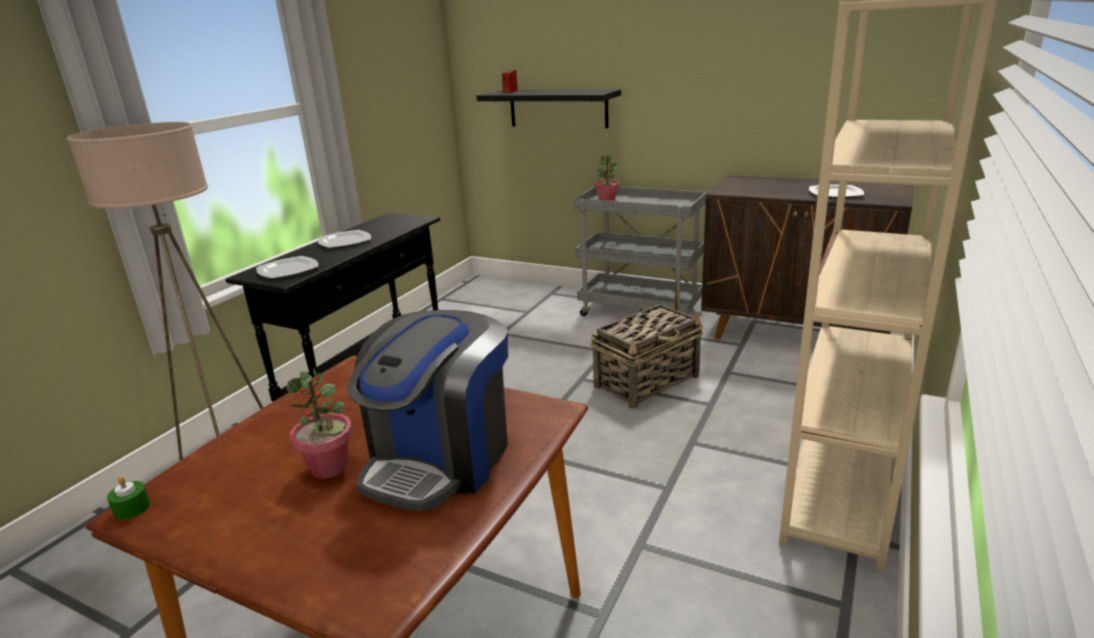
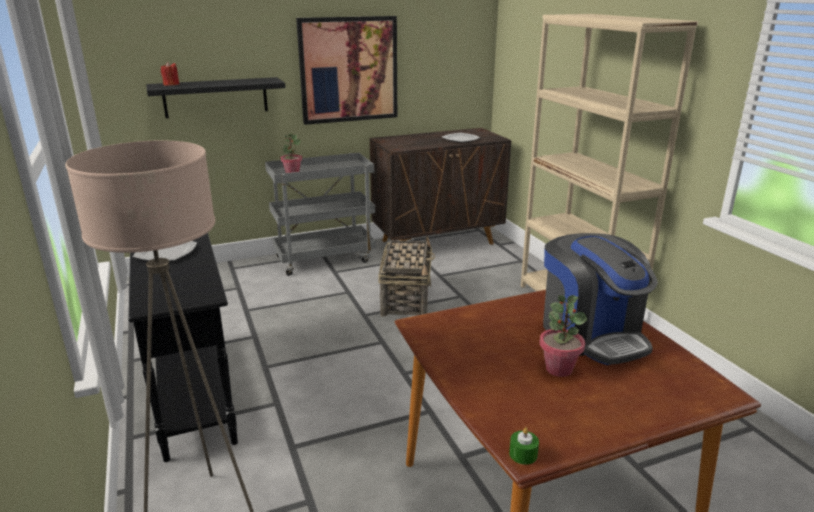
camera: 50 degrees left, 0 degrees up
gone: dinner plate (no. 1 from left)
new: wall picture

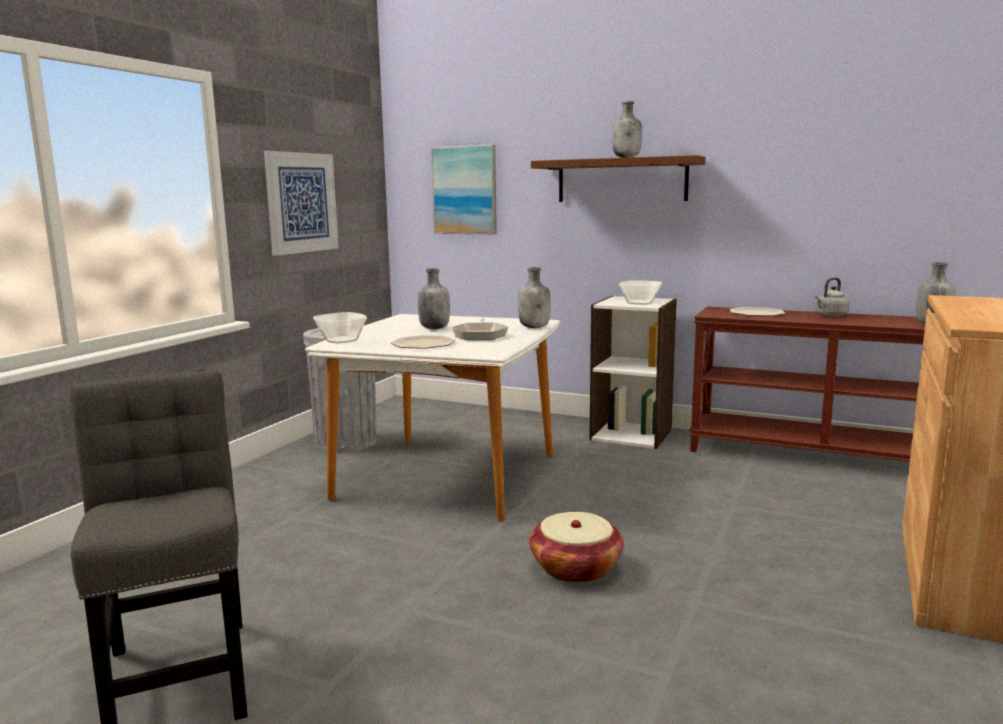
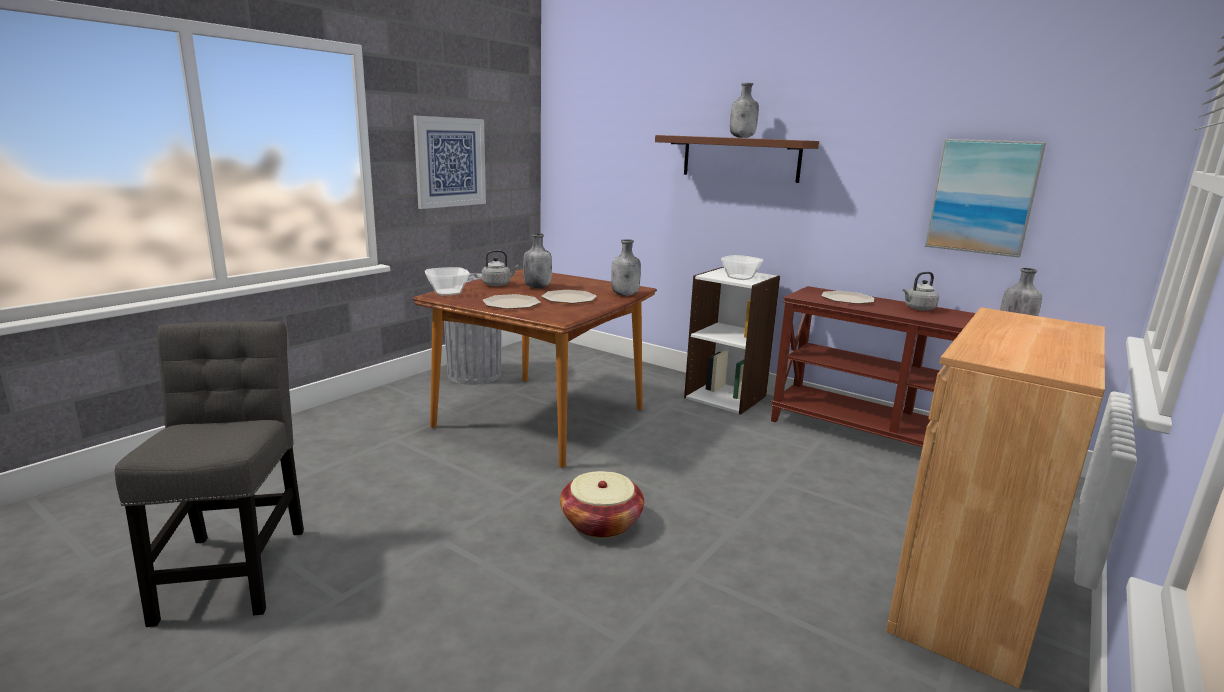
camera: 10 degrees right, 5 degrees up
new: tea kettle (gray) (no. 1 from left)
shifted: wall picture (no. 2 from left)
swapped: skillet to dinner plate (no. 2 from left)
repainted: dining table (whitish) to dining table (brown-coloured)

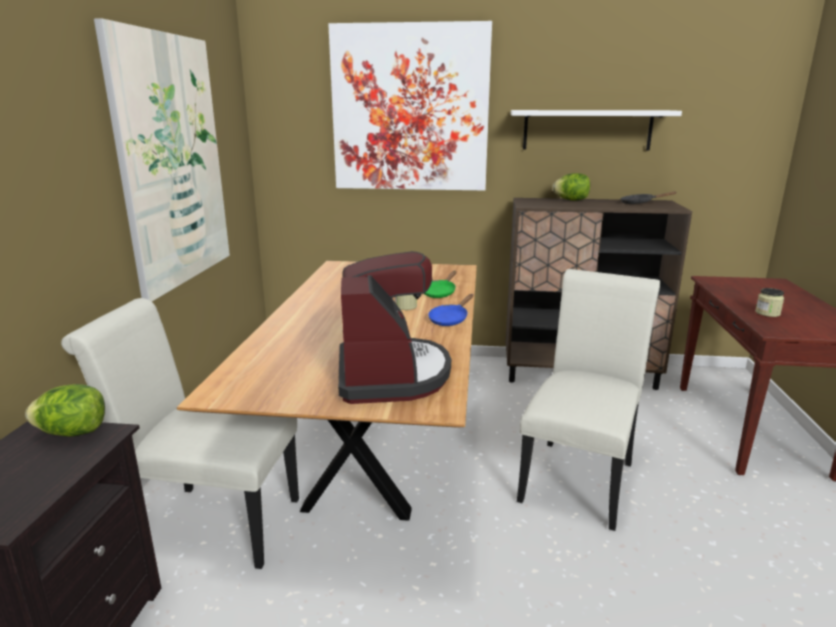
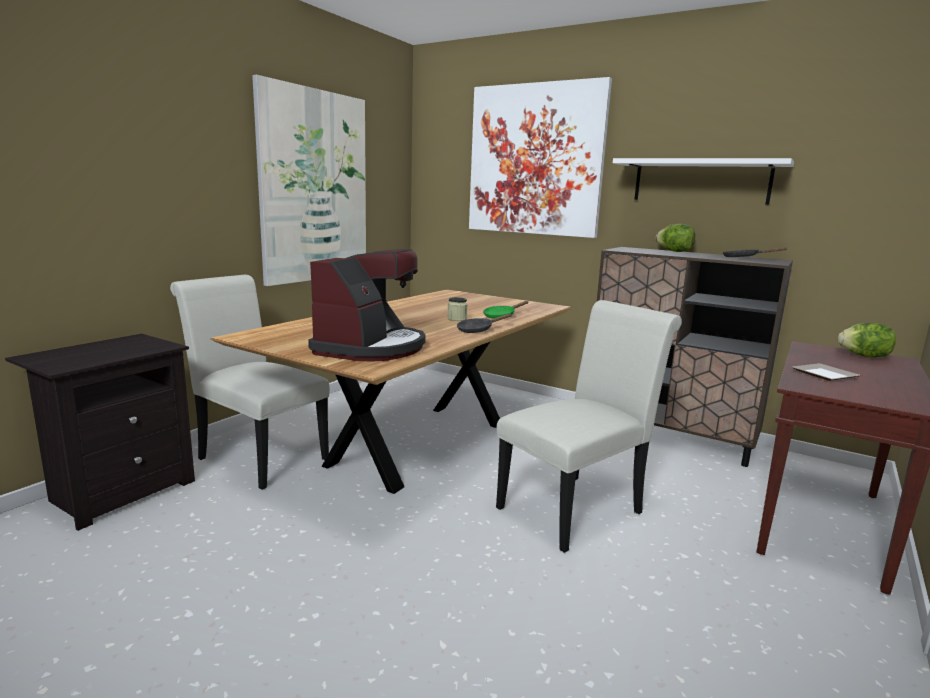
camera: 25 degrees right, 5 degrees down
shifted: lettuce (no. 1 from left in the first image) to lettuce (no. 2 from left)
swapped: preserve jar (no. 2 from left) to dinner plate
repainted: skillet (bluish) to skillet (black-coloured) (no. 1 from left)

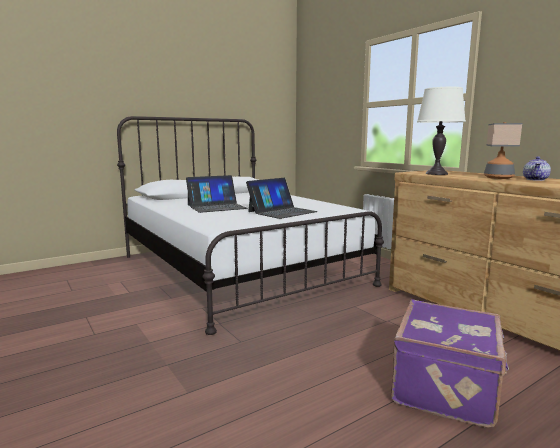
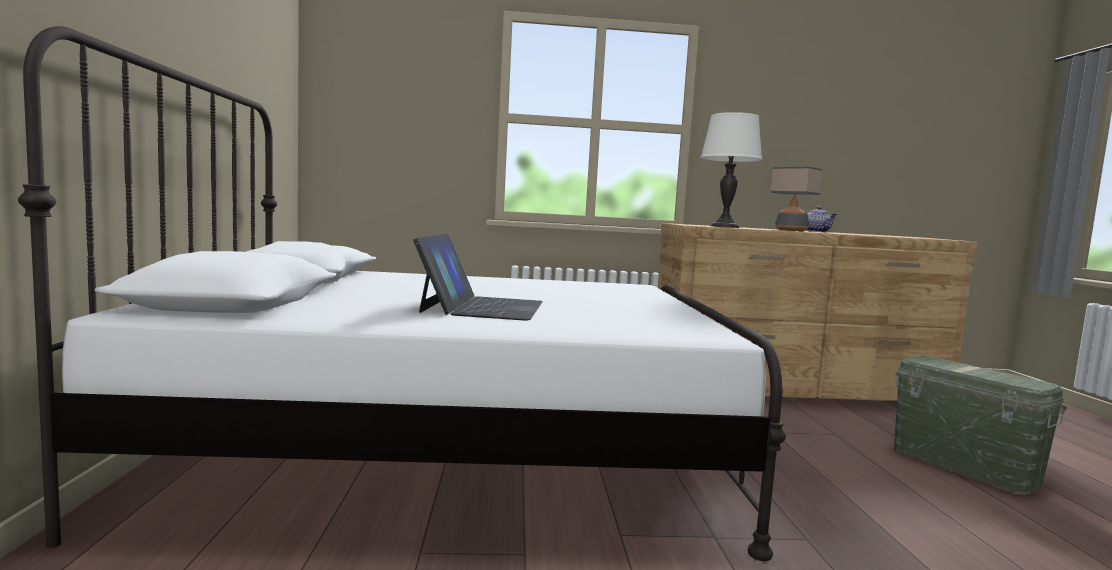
camera: 60 degrees left, 5 degrees down
gone: portable computer (no. 2 from left)
swapped: suitcase (purple) to storage bin (green-coloured)

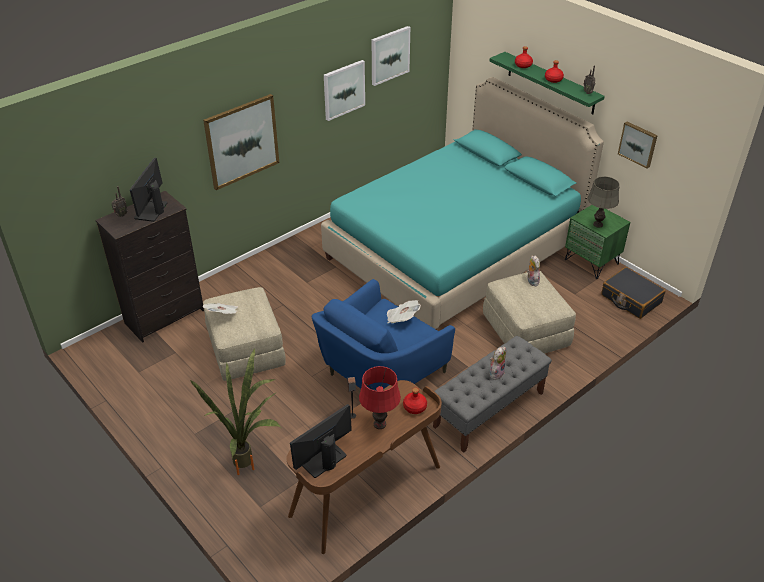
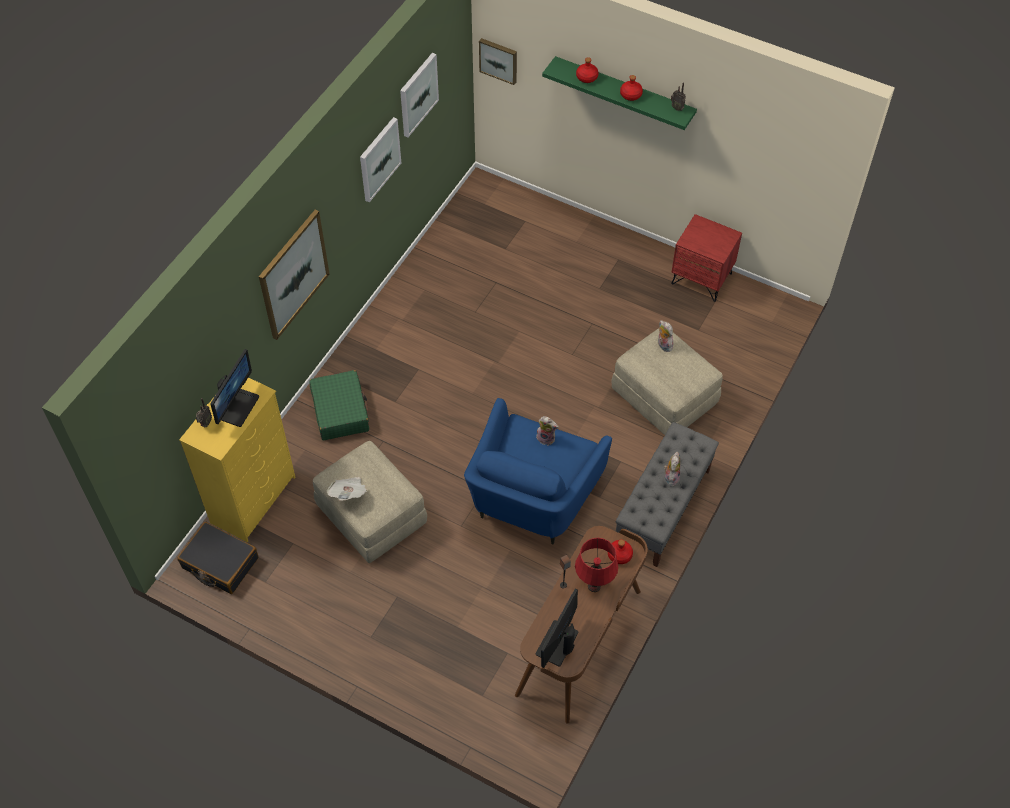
camera: 20 degrees left, 15 degrees up
gone: bed (turquoise); lamp for a table (gray); potted plant
new: suitcase (green-coloured)
shifted: wall picture (no. 4 from left); suitcase (black-coloured)
swapped: daily paper (no. 2 from left) to soft toy (no. 1 from left)
repainted: drawer chest (black-coloured) to drawer chest (yellow); nightstand (green-coloured) to nightstand (red)
rotated: computer display (no. 1 from left) 150 degrees counterclockwise

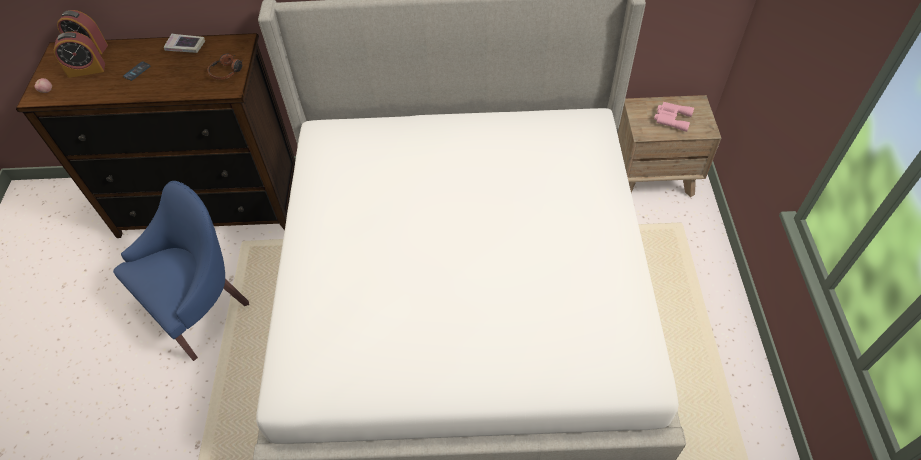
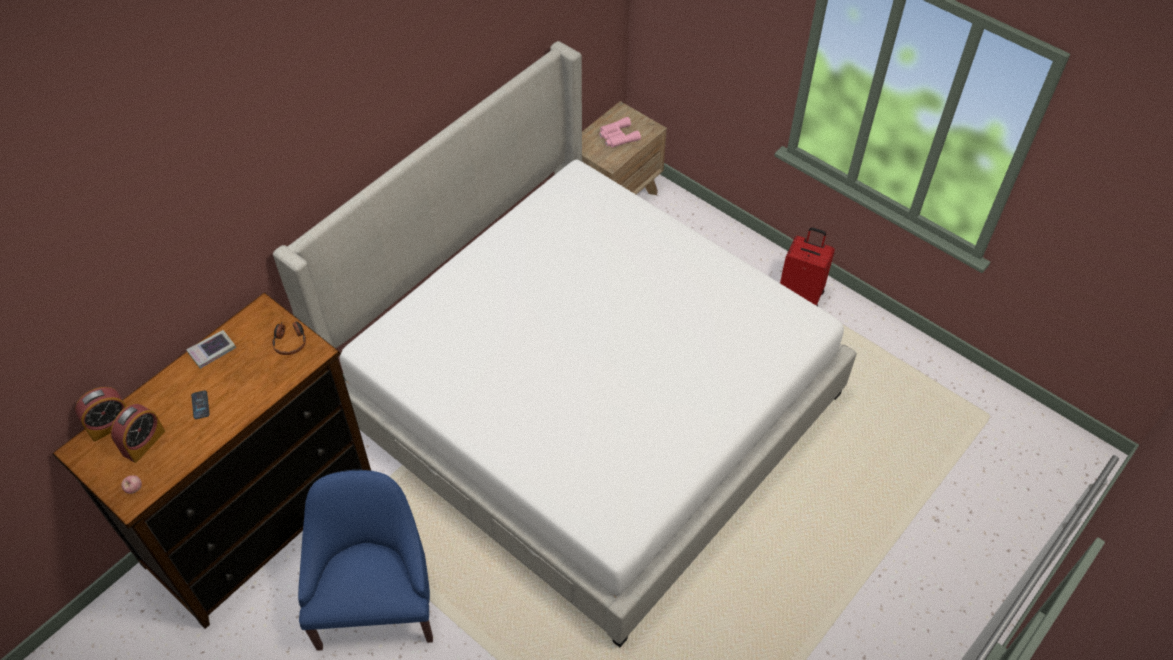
camera: 50 degrees left, 0 degrees up
new: suitcase (red)

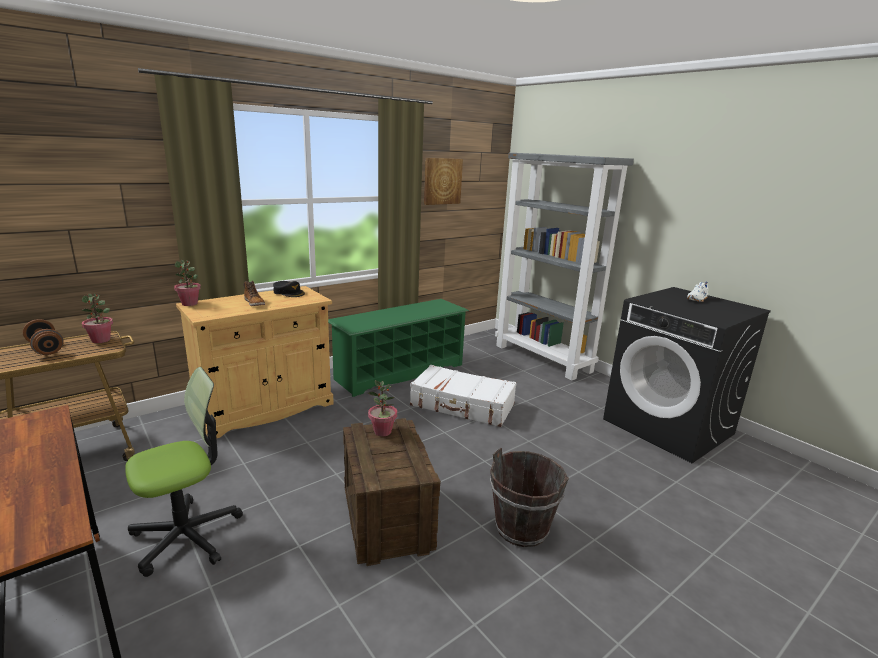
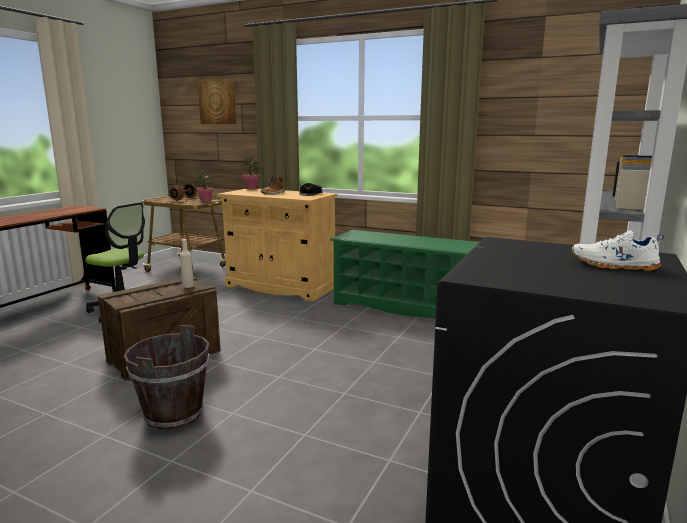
camera: 65 degrees right, 5 degrees down
gone: suitcase (whitish)
shifted: wall picture
swapped: potted plant (no. 3 from left) to drink bottle (beige-coloured)

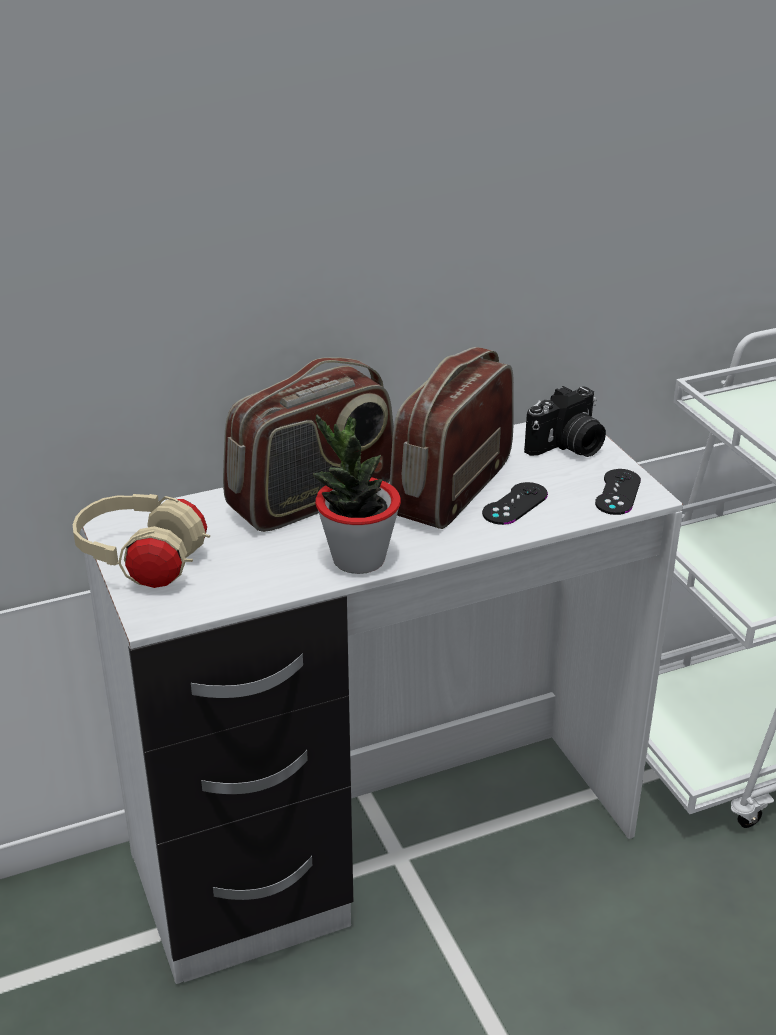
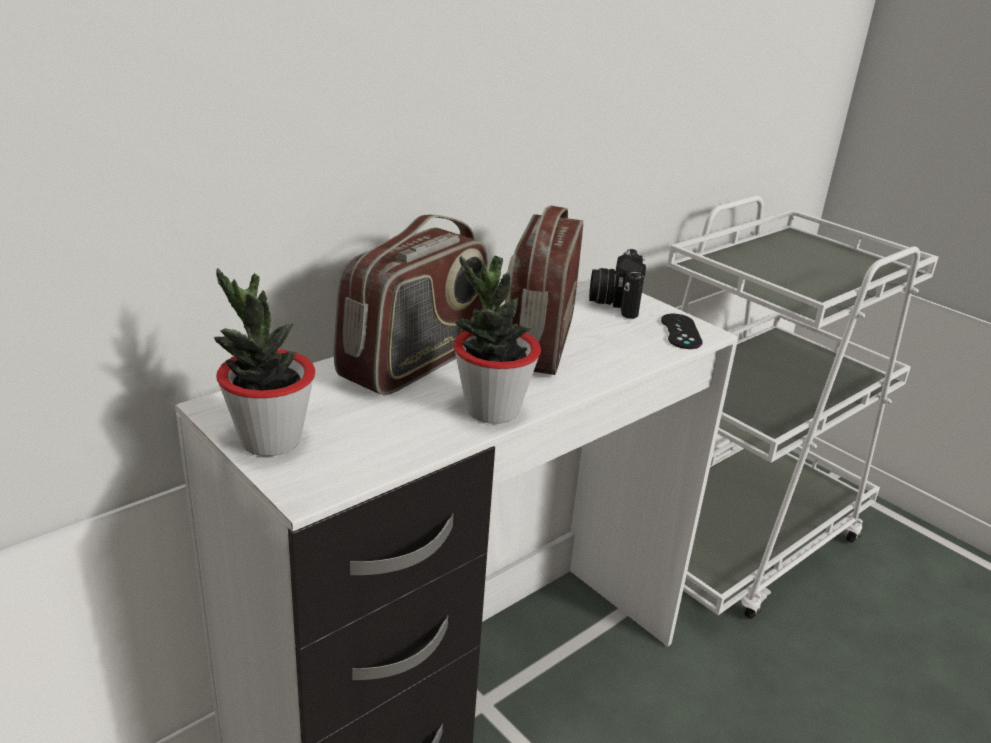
camera: 20 degrees left, 5 degrees down
gone: joypad (black-coloured) (no. 1 from left)
swapped: headphones (beige-coloured) to potted plant (no. 1 from left)
rotated: still camera 150 degrees clockwise

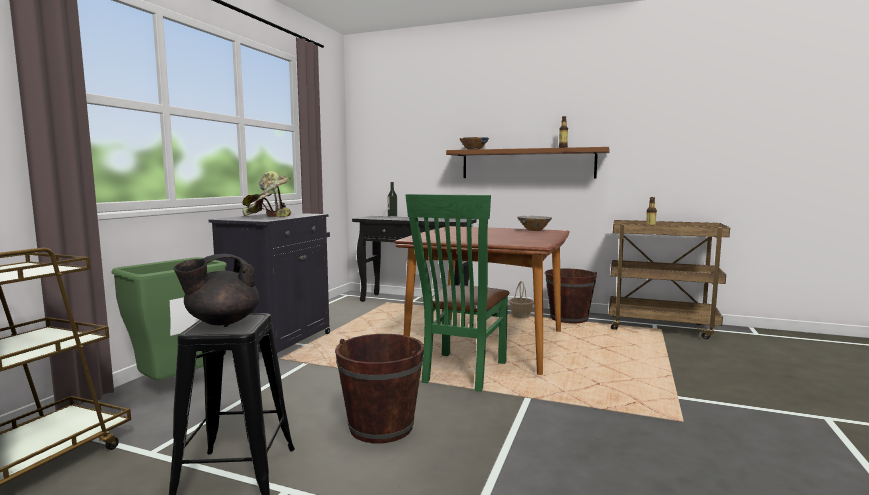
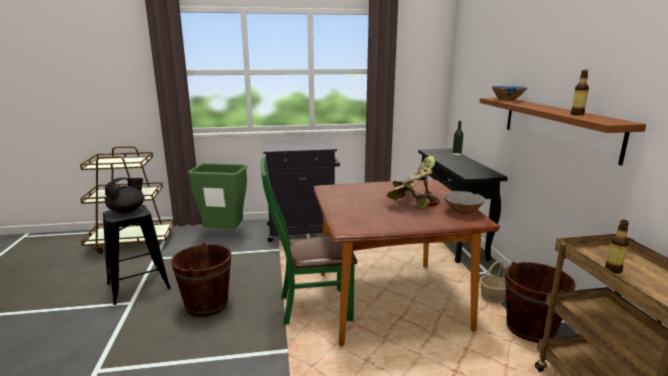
camera: 60 degrees right, 10 degrees up
shifted: potted plant
rotated: pot for tea (black-coloured) 105 degrees clockwise

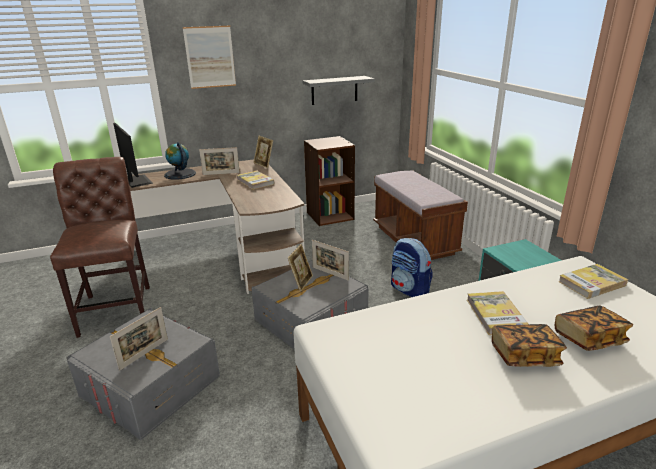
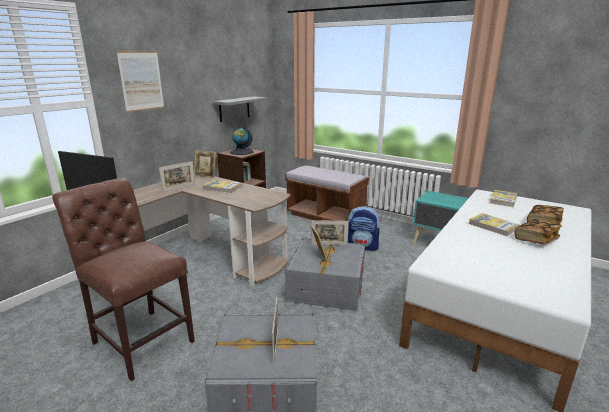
camera: 35 degrees left, 5 degrees down
shifted: globe

